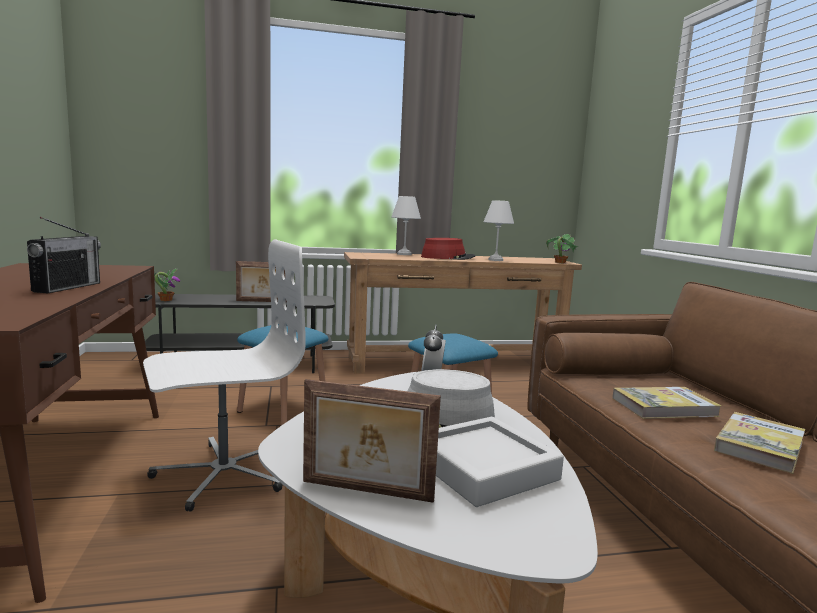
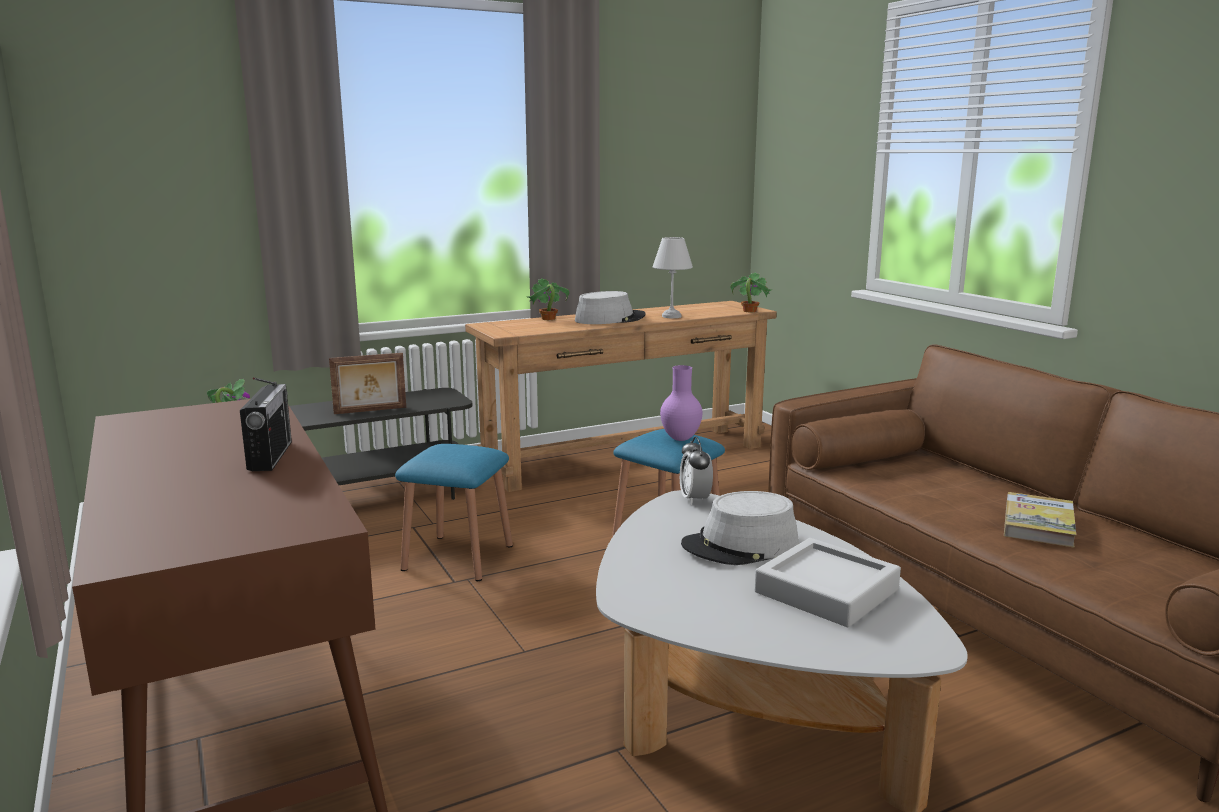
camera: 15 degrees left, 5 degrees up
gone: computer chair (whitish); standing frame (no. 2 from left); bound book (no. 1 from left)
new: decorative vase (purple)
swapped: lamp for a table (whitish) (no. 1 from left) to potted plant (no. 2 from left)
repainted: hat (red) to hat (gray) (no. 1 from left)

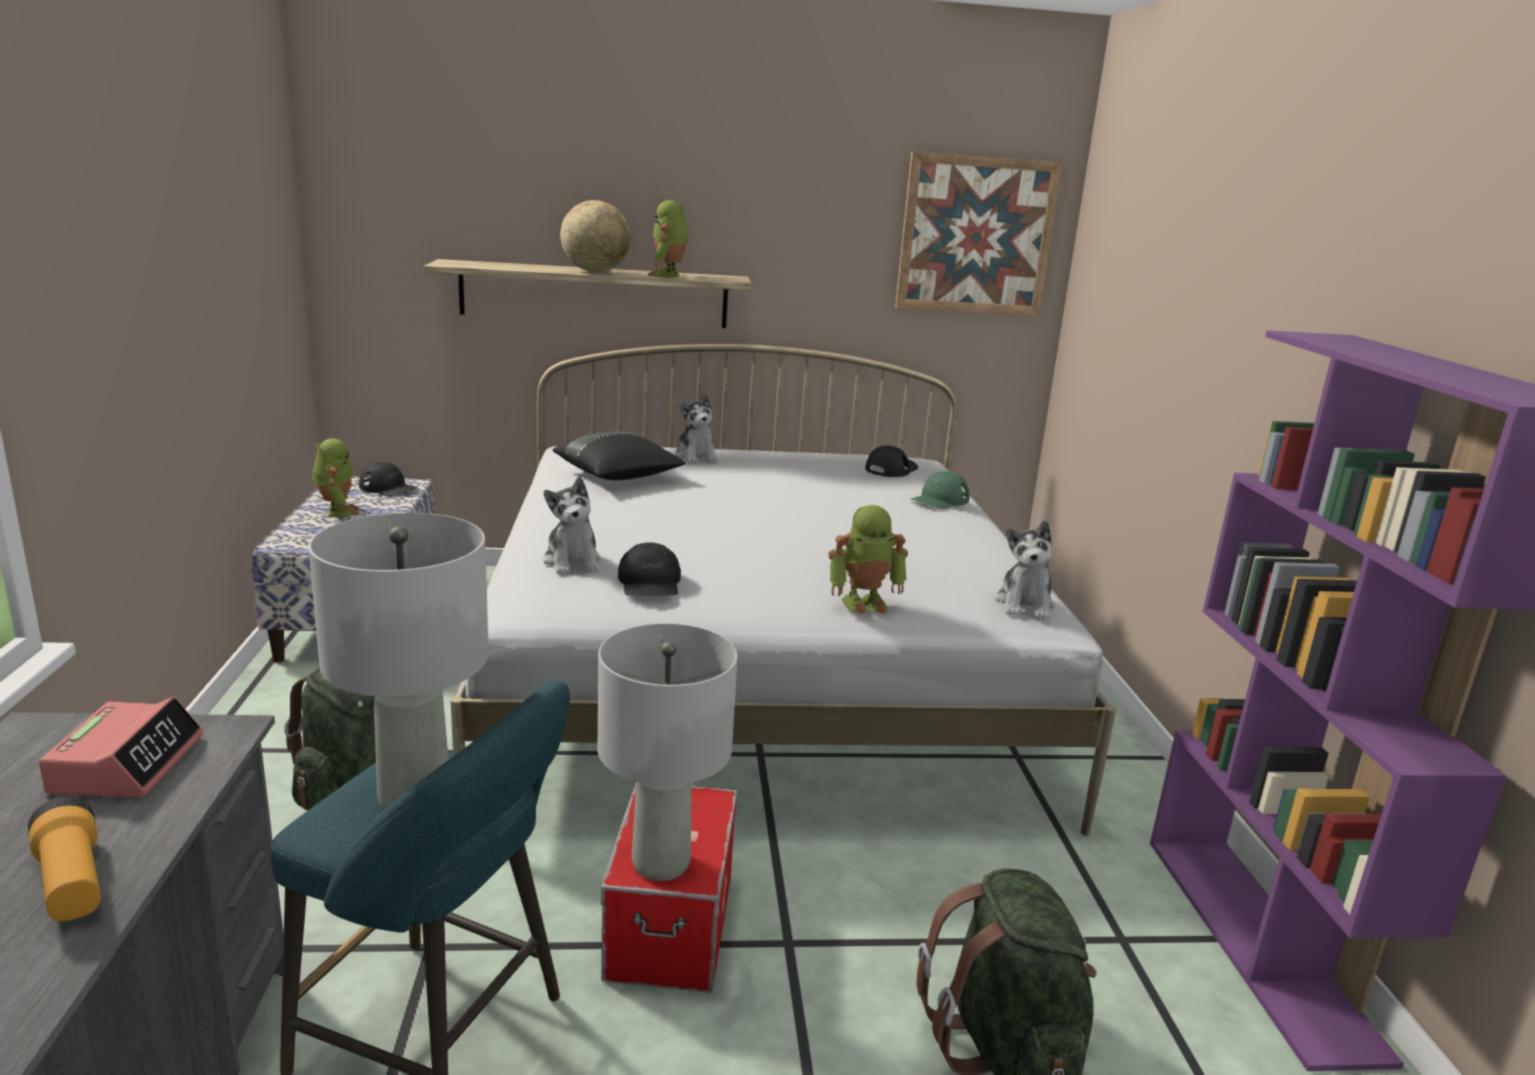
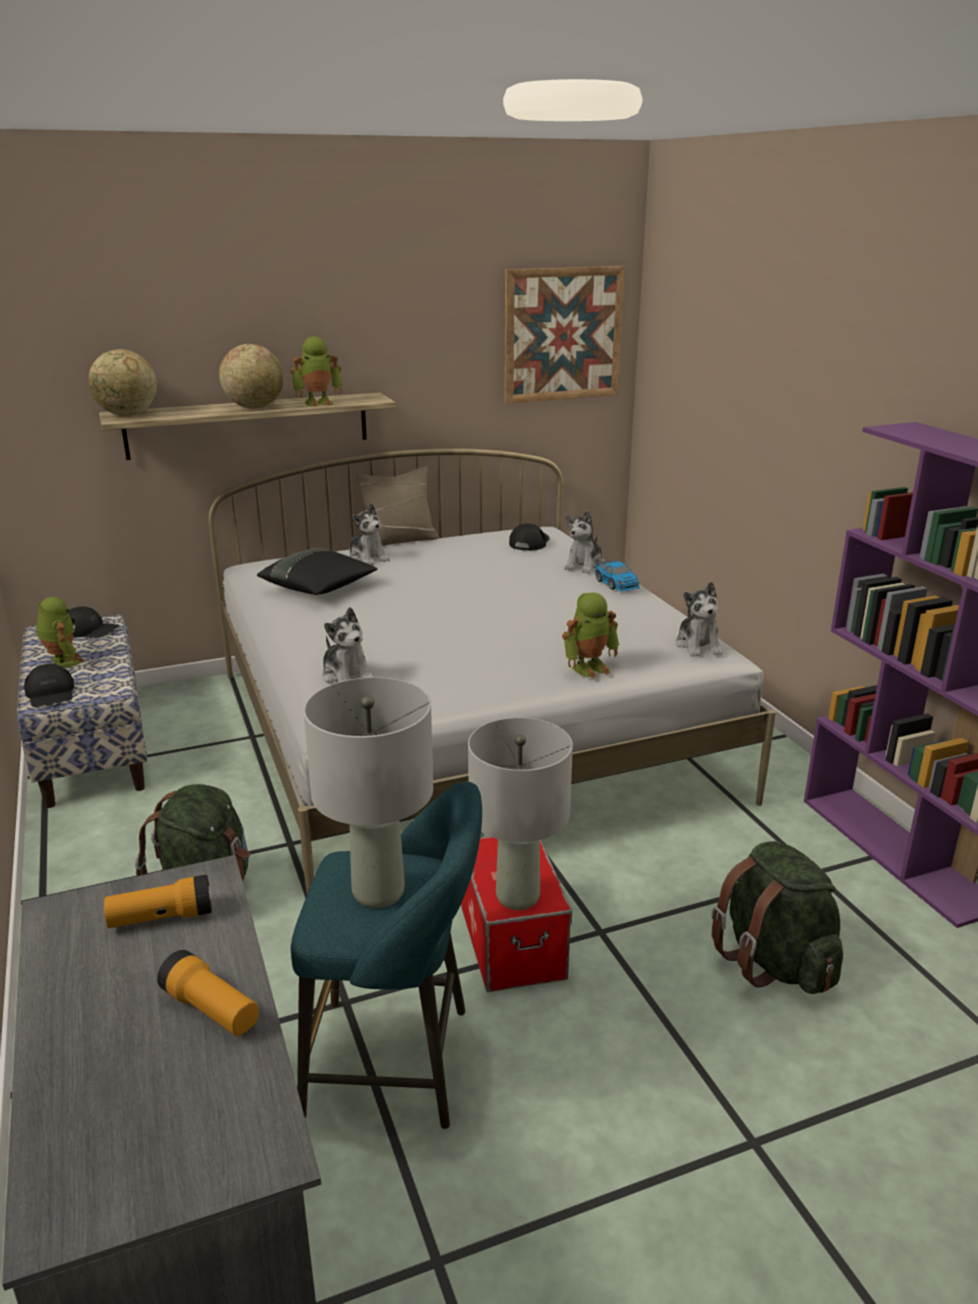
camera: 15 degrees left, 5 degrees up
new: globe (no. 1 from left); pillow (beige-coloured); model car
shifted: peaked cap (black-coloured) (no. 2 from left in the first image) to peaked cap (black-coloured) (no. 1 from left)
swapped: peaked cap (green-coloured) to soft toy (no. 3 from left); bedside clock to torch (no. 1 from left)
rotated: robot figure (no. 2 from left) 105 degrees counterclockwise

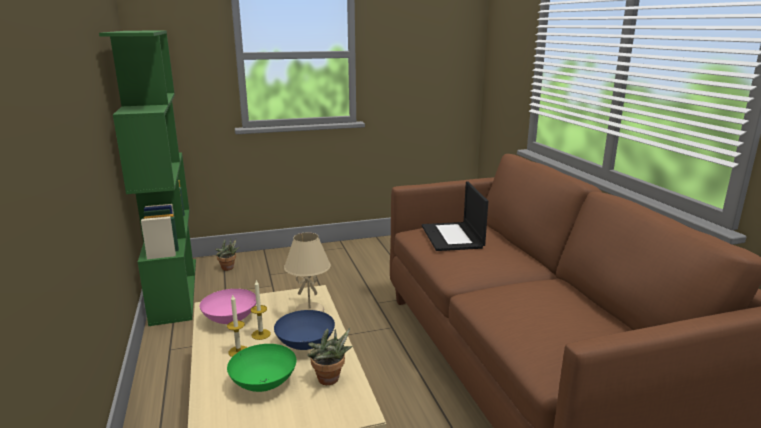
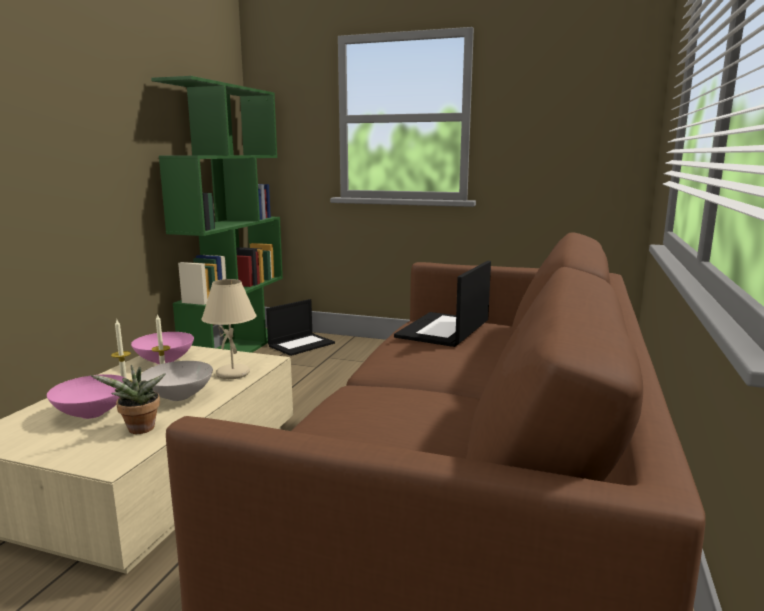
camera: 35 degrees right, 5 degrees down
swapped: potted plant (no. 1 from left) to portable computer (no. 1 from left)
repainted: deep dish (bluish) to deep dish (whitish); deep dish (green-coloured) to deep dish (pinkish) (no. 1 from left)

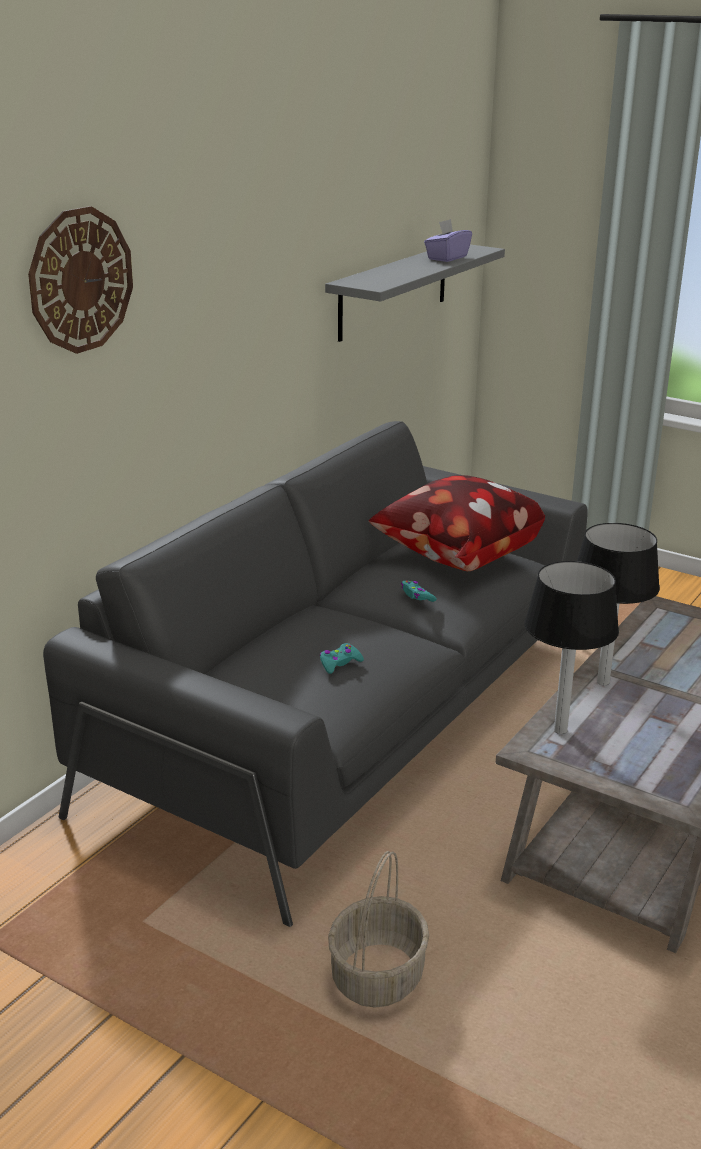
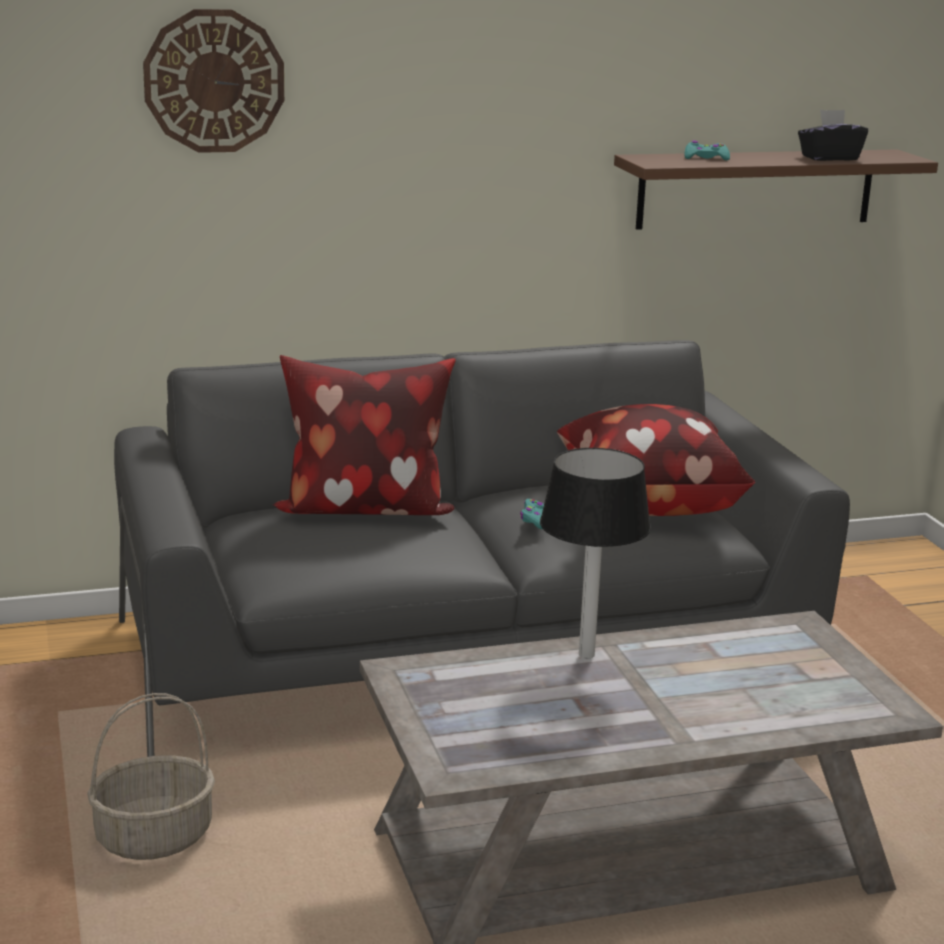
camera: 40 degrees right, 5 degrees down
gone: lamp for a table (no. 1 from left)
new: pillow (no. 1 from left)
shifted: joypad (turquoise) (no. 1 from left in the first image) to joypad (turquoise) (no. 2 from left)
repainted: tissue box (purple) to tissue box (black-coloured); bracket shelf (gray) to bracket shelf (brown-coloured)

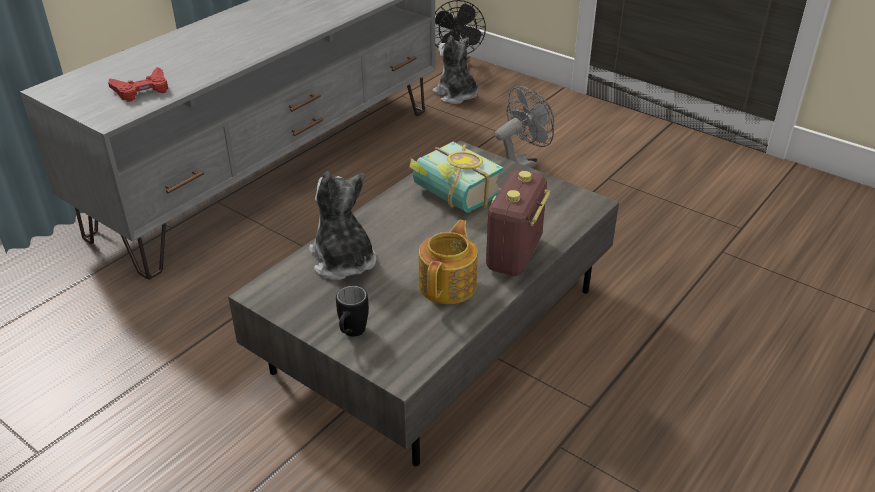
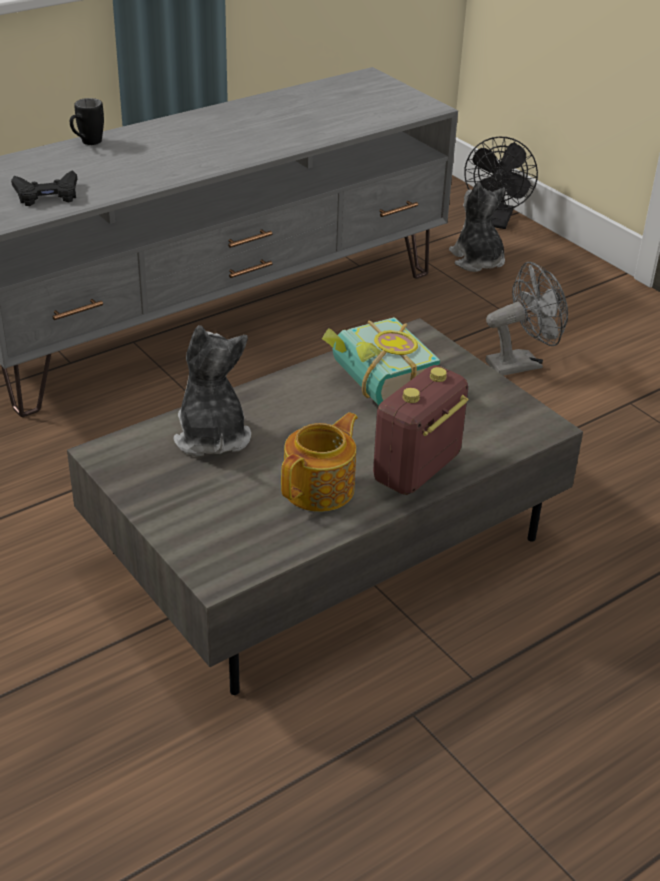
camera: 15 degrees right, 0 degrees up
shifted: mug (black-coloured)
repainted: joypad (red) to joypad (black-coloured)

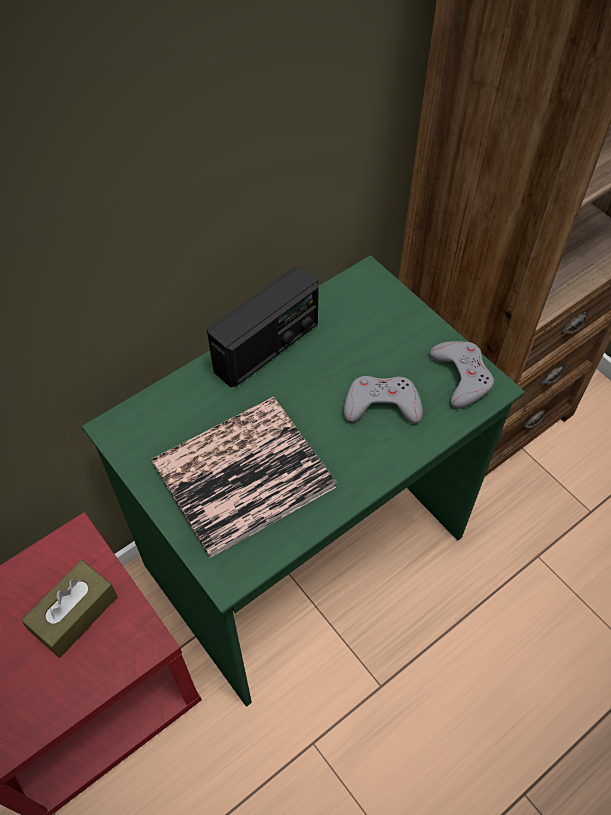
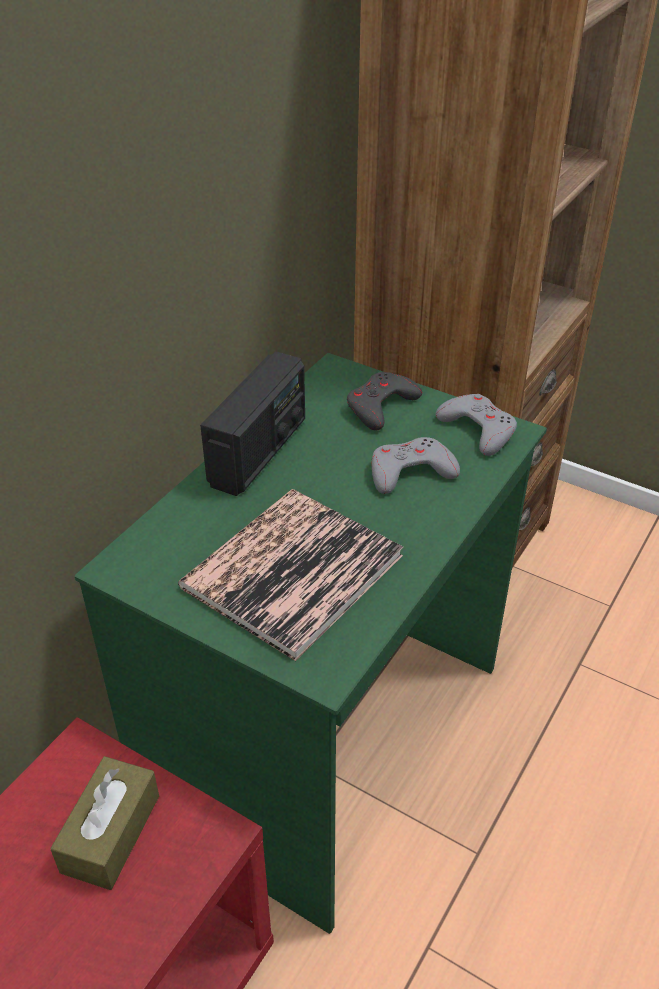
camera: 20 degrees left, 15 degrees down
new: joypad (gray) (no. 1 from left)

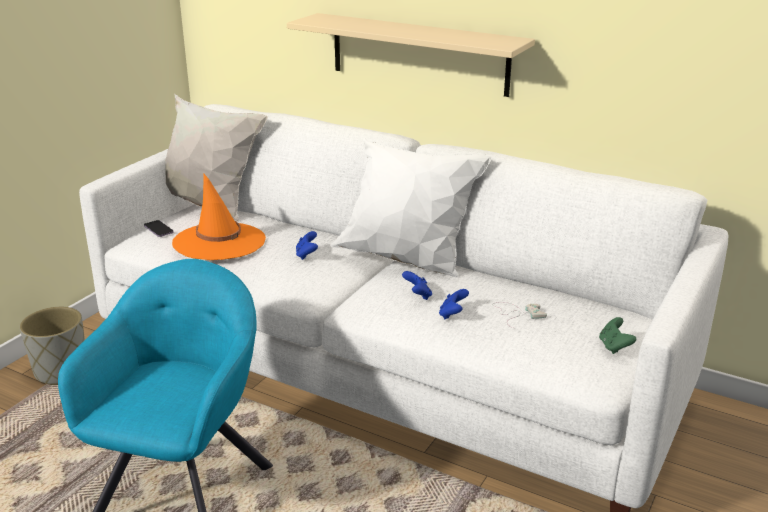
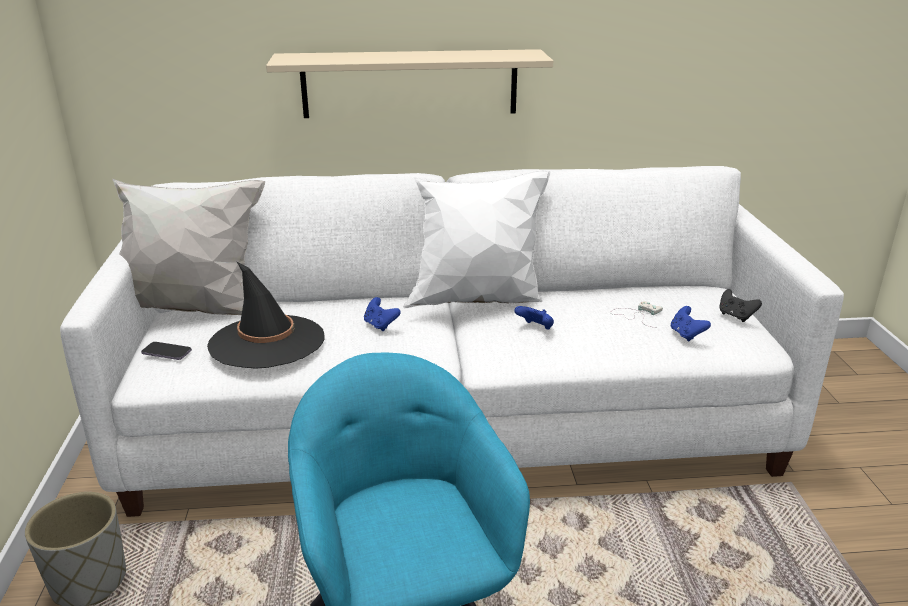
camera: 35 degrees left, 0 degrees up
shifted: joypad (bluish) (no. 3 from left)
repainted: hat (orange) to hat (black-coloured); joypad (green-coloured) to joypad (black-coloured)

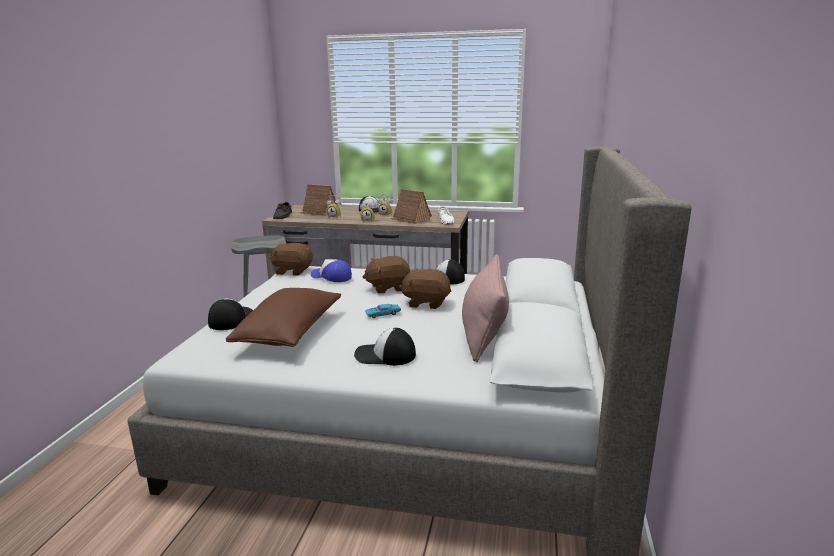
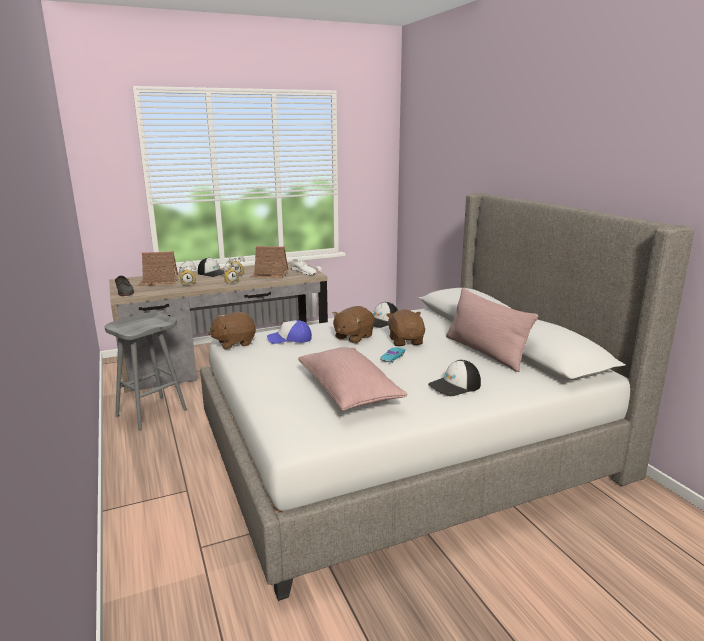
camera: 35 degrees left, 0 degrees up
gone: peaked cap (no. 1 from left)
repainted: pillow (brown-coloured) to pillow (pinkish) (no. 1 from left)
rotated: soft toy (brown-coloured) (no. 3 from left) 105 degrees clockwise

